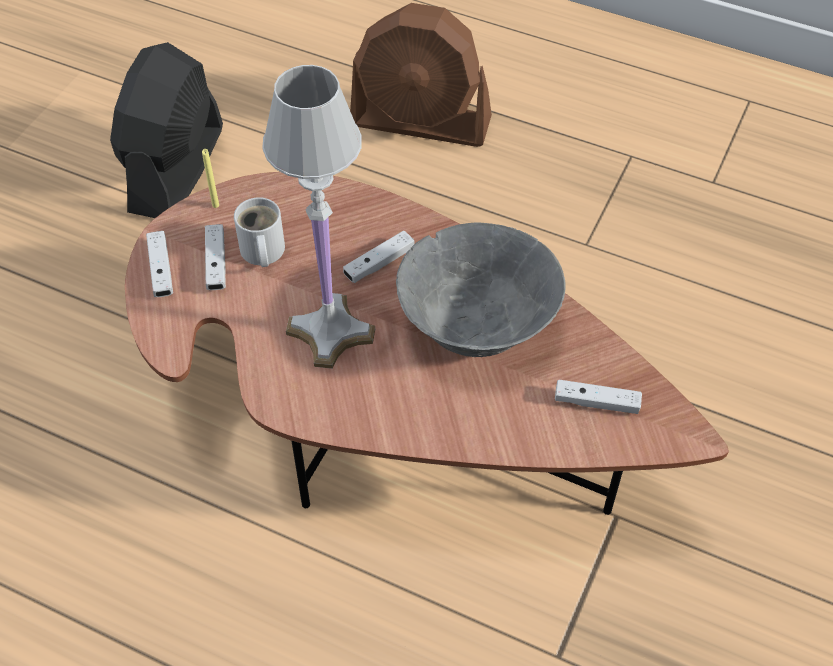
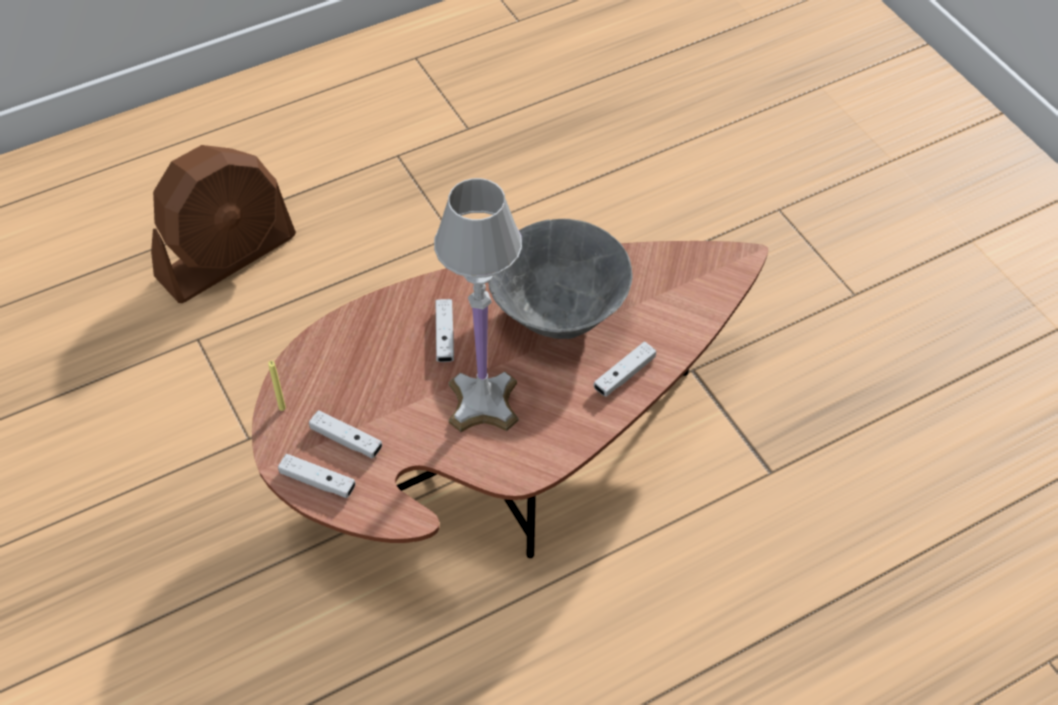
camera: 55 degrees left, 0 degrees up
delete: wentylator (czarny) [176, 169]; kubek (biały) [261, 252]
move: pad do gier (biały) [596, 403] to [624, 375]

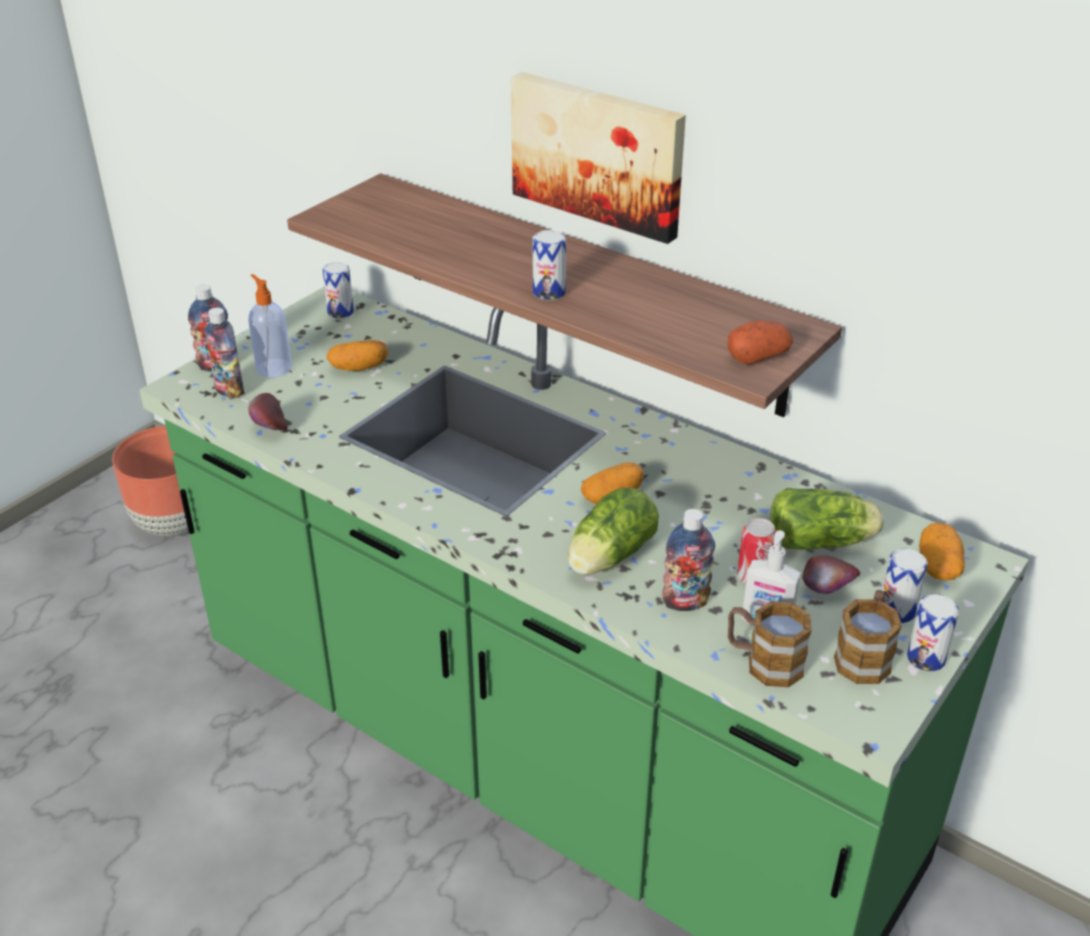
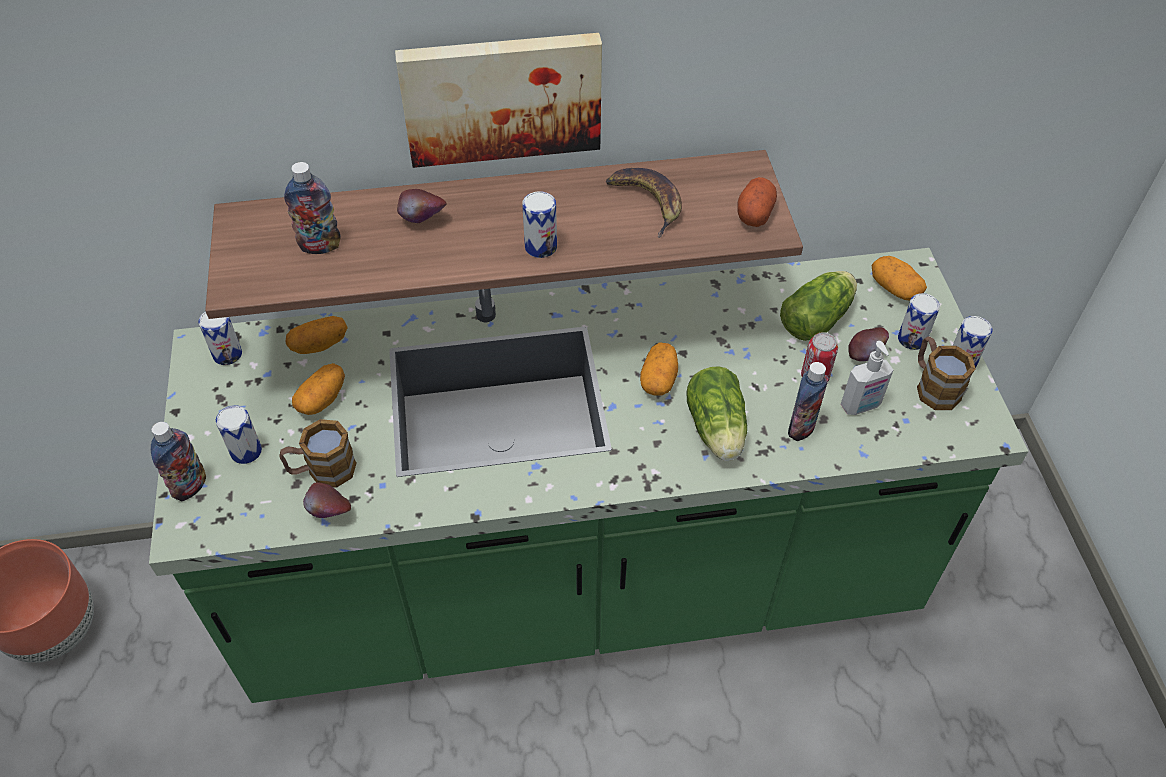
camera: 45 degrees left, 15 degrees up
insert: ziemniak [319, 344]; jabłko [423, 221]; banan [647, 202]
move: kubek [763, 662] to [322, 471]; butelka [229, 390] to [320, 246]
replace: dozownik mydła [273, 367] to puszka [246, 451]

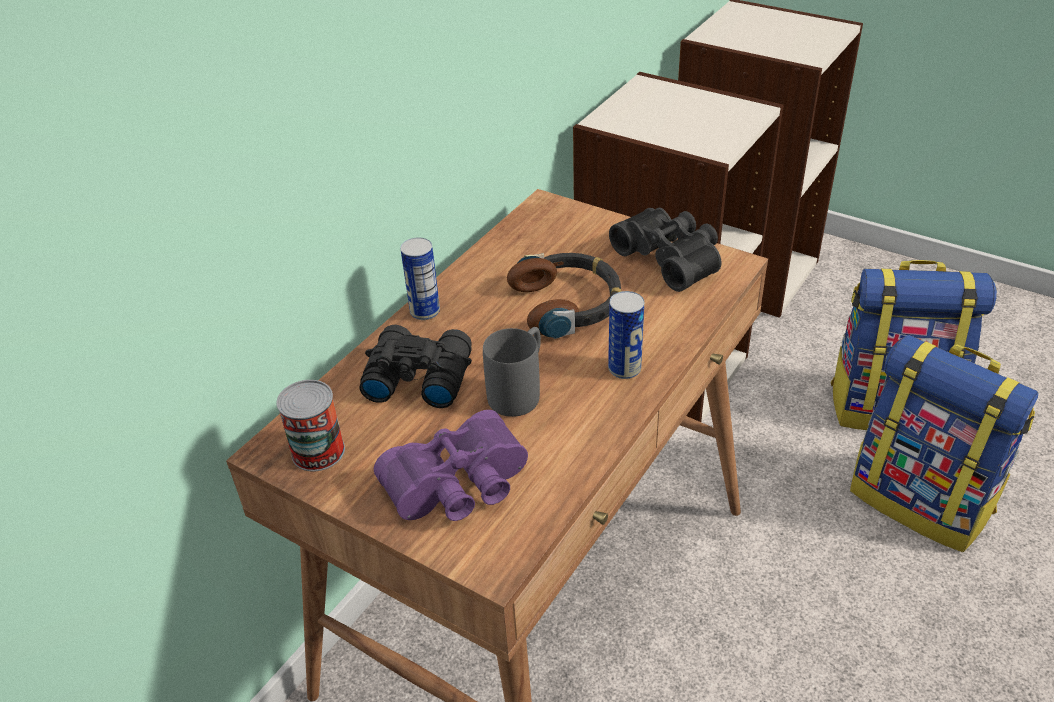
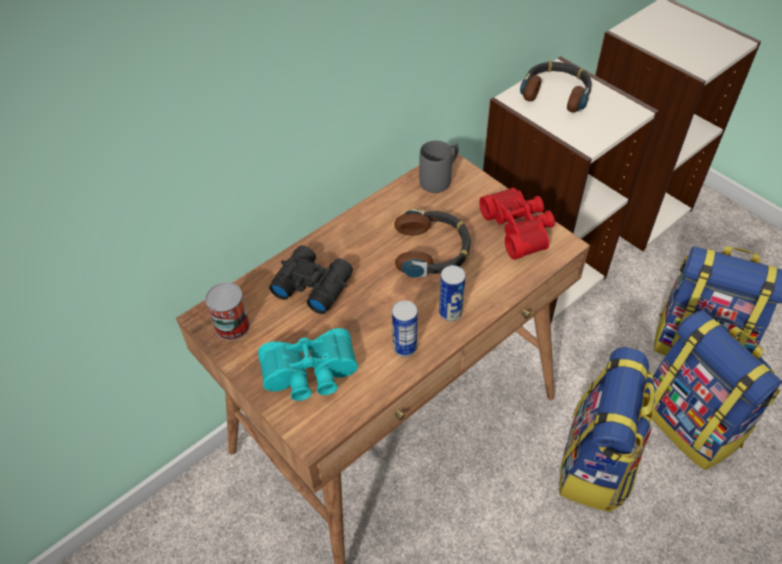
camera: 15 degrees right, 10 degrees up
insert: słuchawki [556, 93]; plecak [596, 465]
move: puszka [425, 311] to [404, 347]; kubek (szary) [520, 391] to [440, 178]
recolor: lornetka (fioletowy) [459, 487] to lornetka (turkusowy) [310, 375]; lornetka (czarny) [671, 258] to lornetka (czerwony) [519, 228]

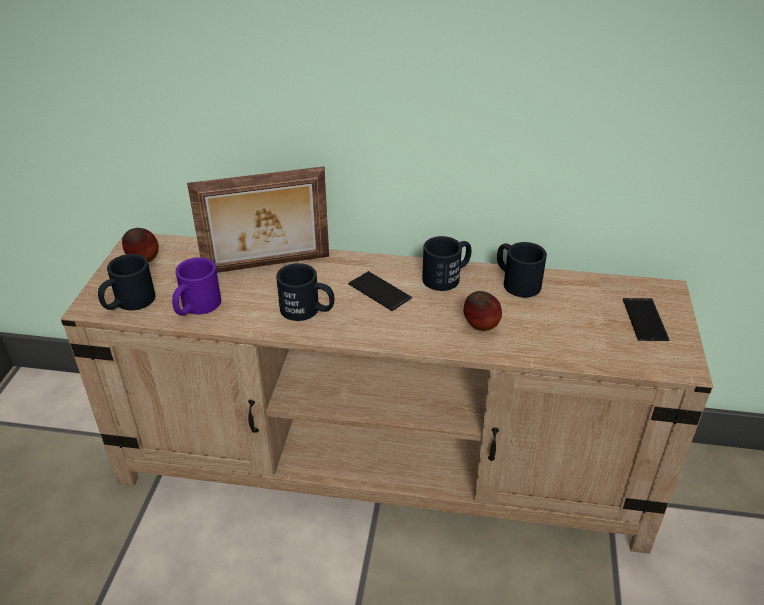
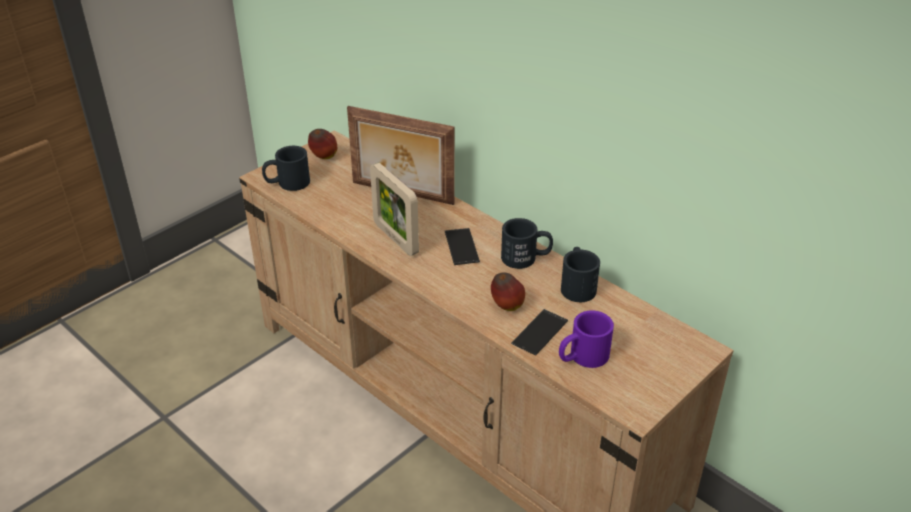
camera: 35 degrees right, 0 degrees up
move: telefon [645, 319] to [539, 332]; kubek (fioletowy) [196, 307] to [582, 357]
replace: kubek (czarny) [307, 310] to ramka na zdjęcie [395, 238]

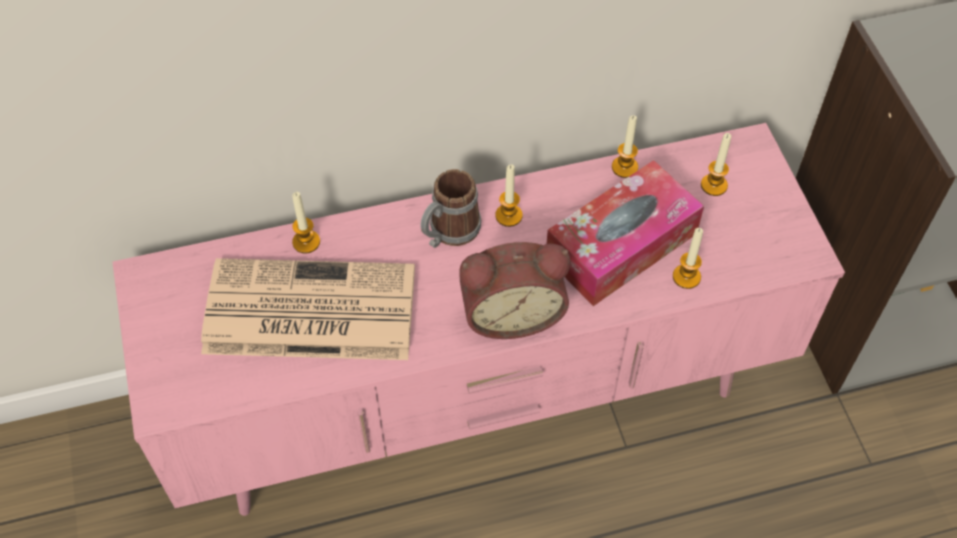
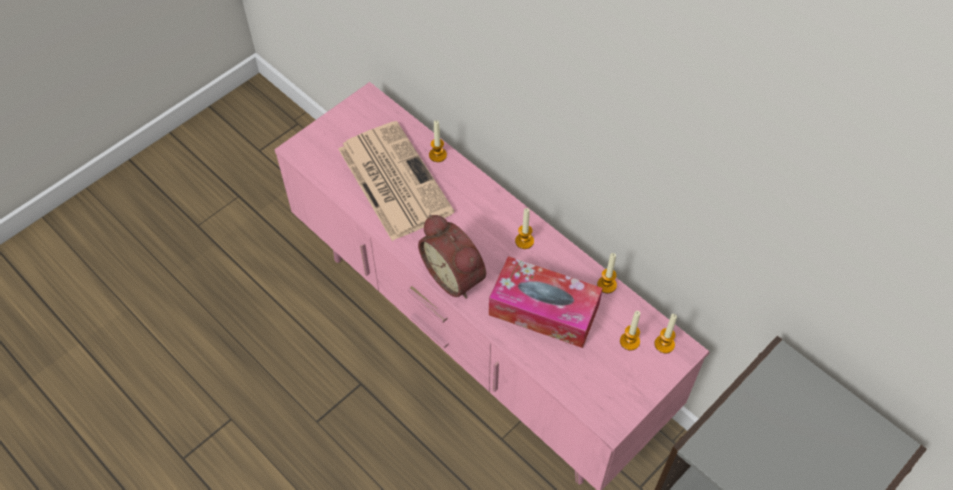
camera: 60 degrees right, 0 degrees up
delete: kubek [448, 233]
move: świeca [686, 277] to [664, 344]

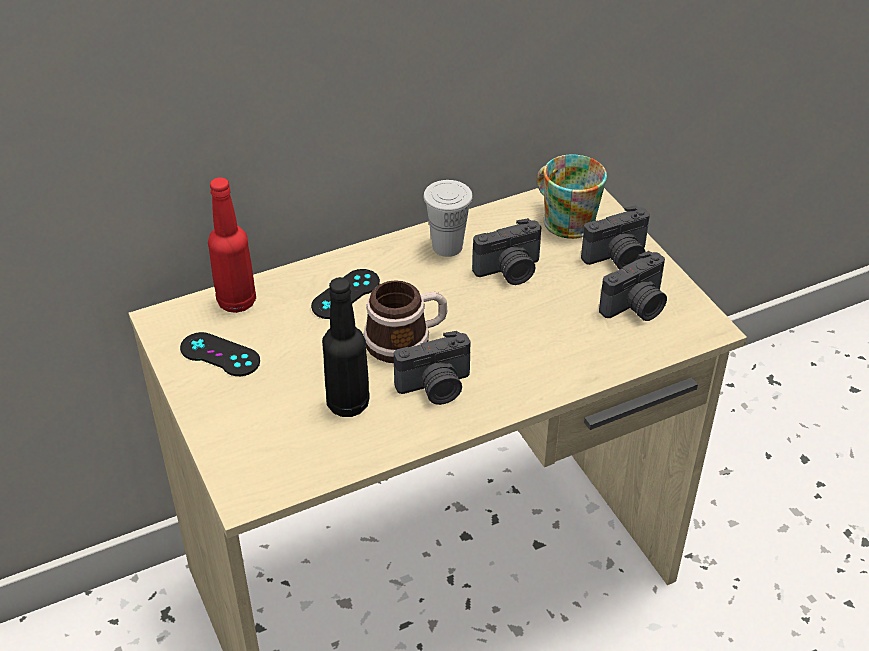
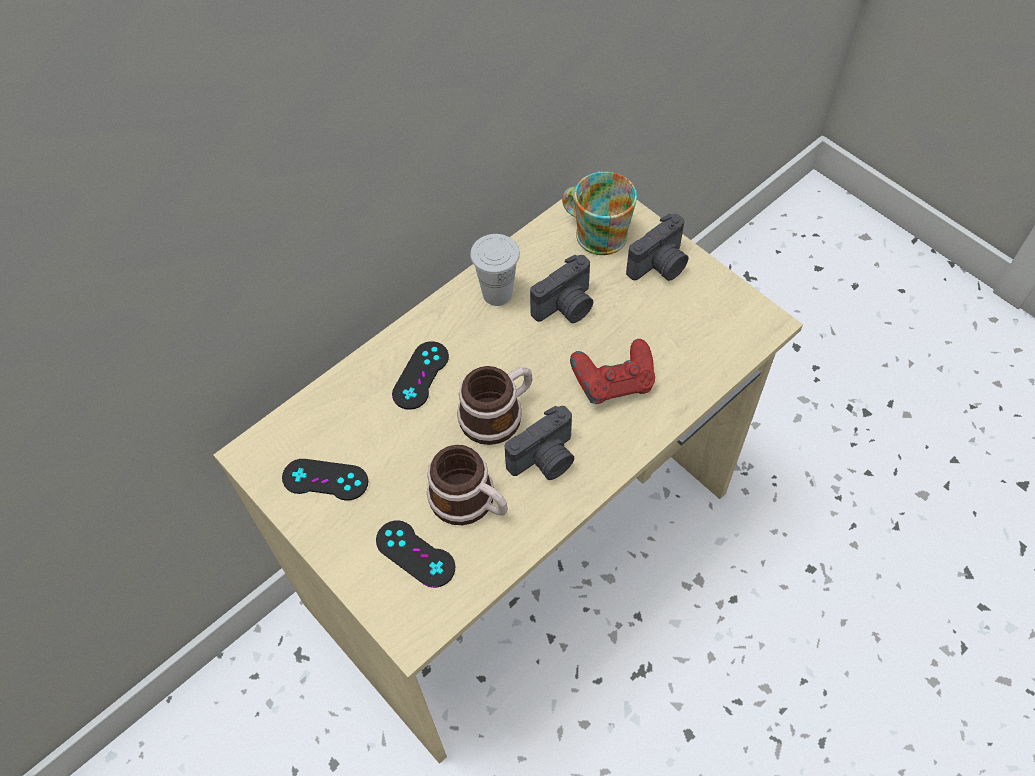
camera: 15 degrees left, 15 degrees up
delete: butelka (czerwony) [237, 301]; aparat fotograficzny [636, 307]
insert: pad do gier (czarny) [415, 554]; pad do gier (czerwony) [613, 383]
replace: butelka (czarny) [348, 404] to kubek [470, 501]

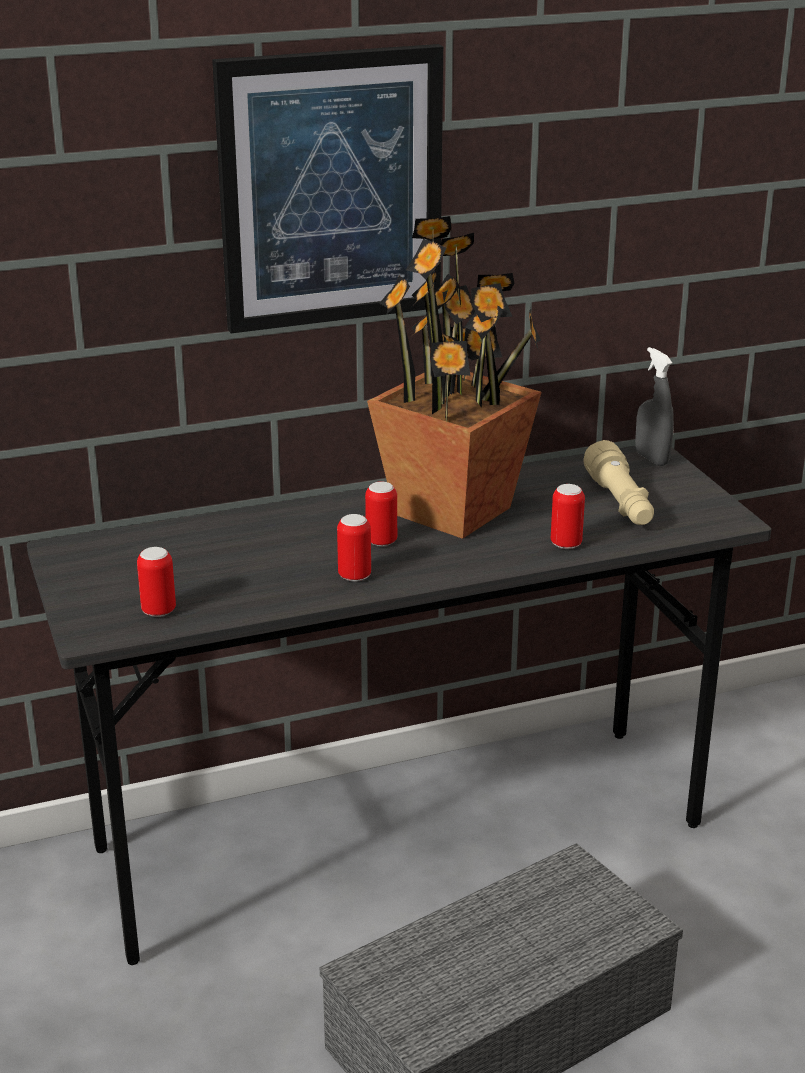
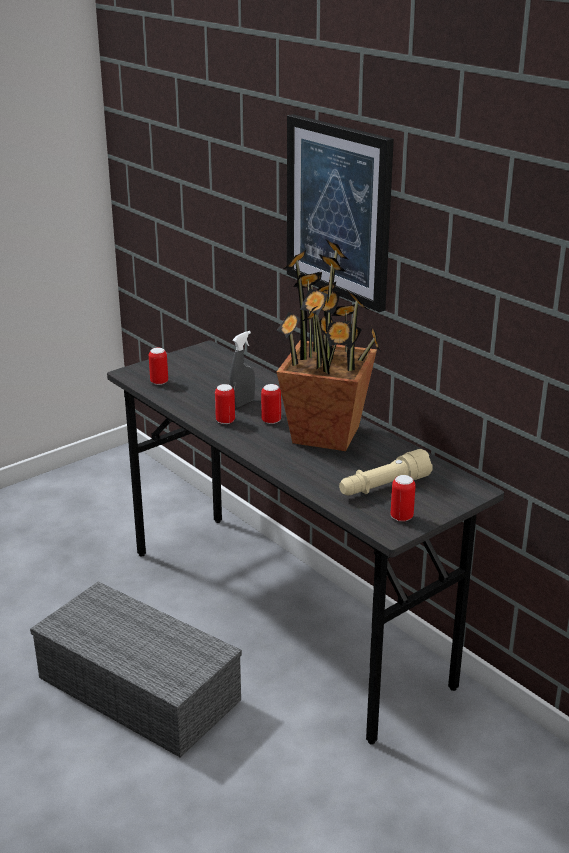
camera: 70 degrees right, 0 degrees up
move: spryskiwacz (szary) [651, 458] to [242, 403]; puszka [566, 544] to [401, 517]

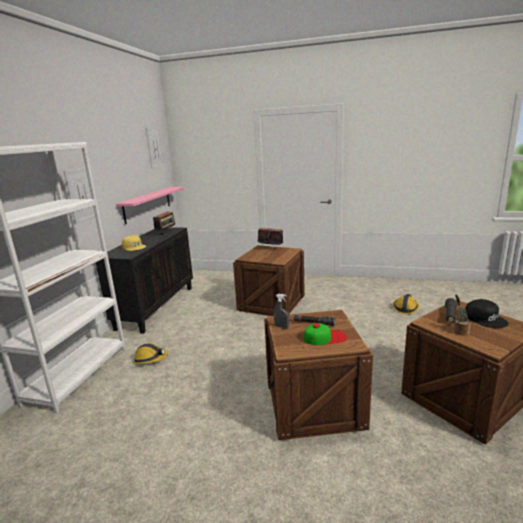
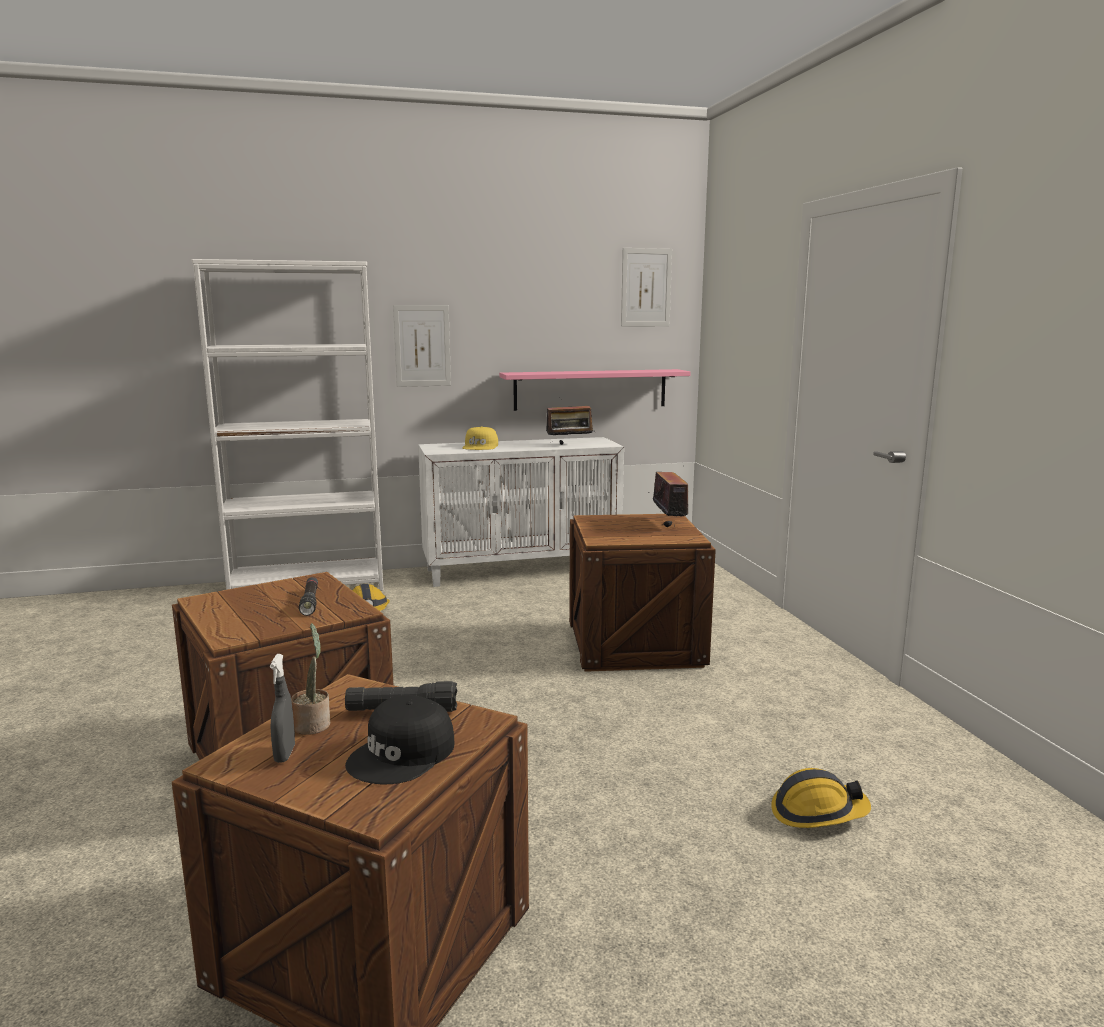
camera: 60 degrees right, 5 degrees down
delete: czapka z daszkiem [325, 337]
move: spryskiwacz (szary) [281, 327] to [284, 754]
recolor: szafka (czarny) [156, 307] to szafka (biały) [522, 570]

